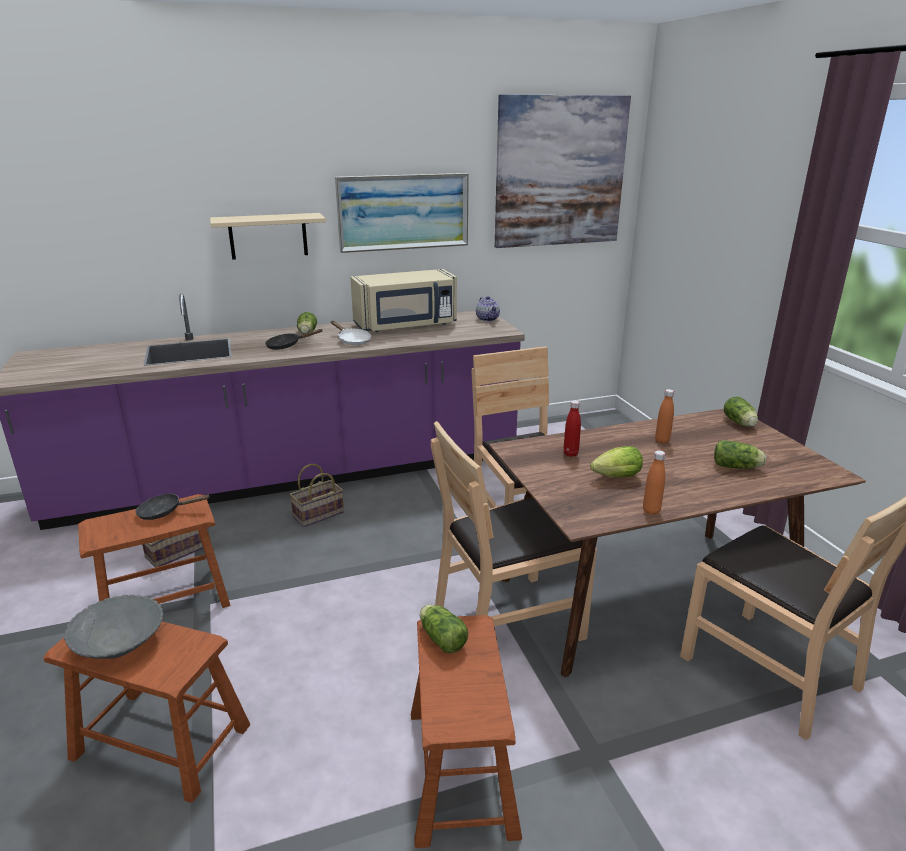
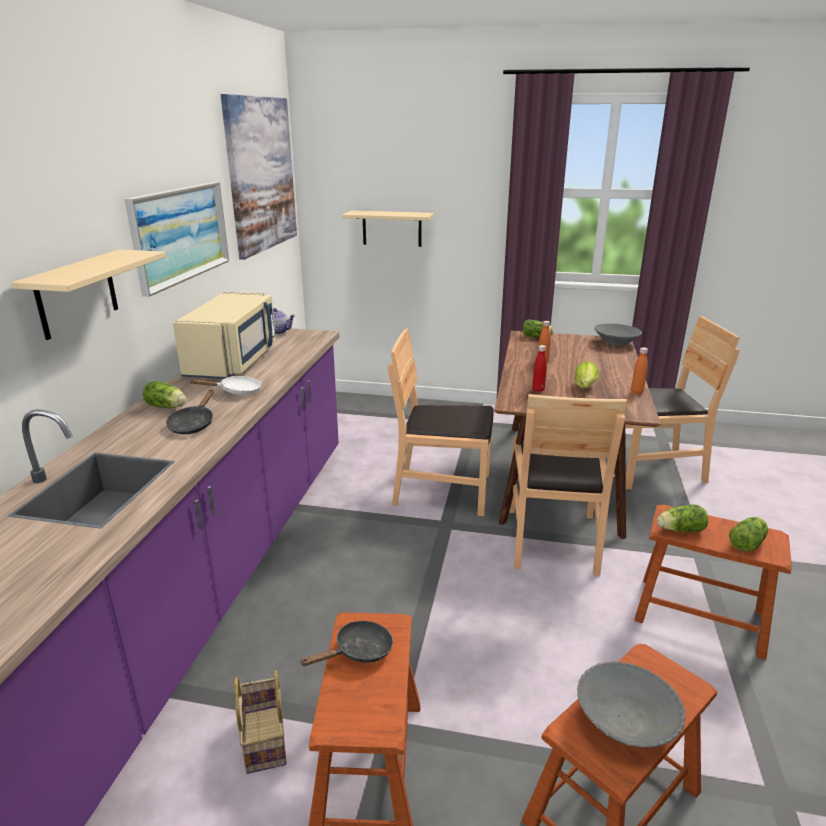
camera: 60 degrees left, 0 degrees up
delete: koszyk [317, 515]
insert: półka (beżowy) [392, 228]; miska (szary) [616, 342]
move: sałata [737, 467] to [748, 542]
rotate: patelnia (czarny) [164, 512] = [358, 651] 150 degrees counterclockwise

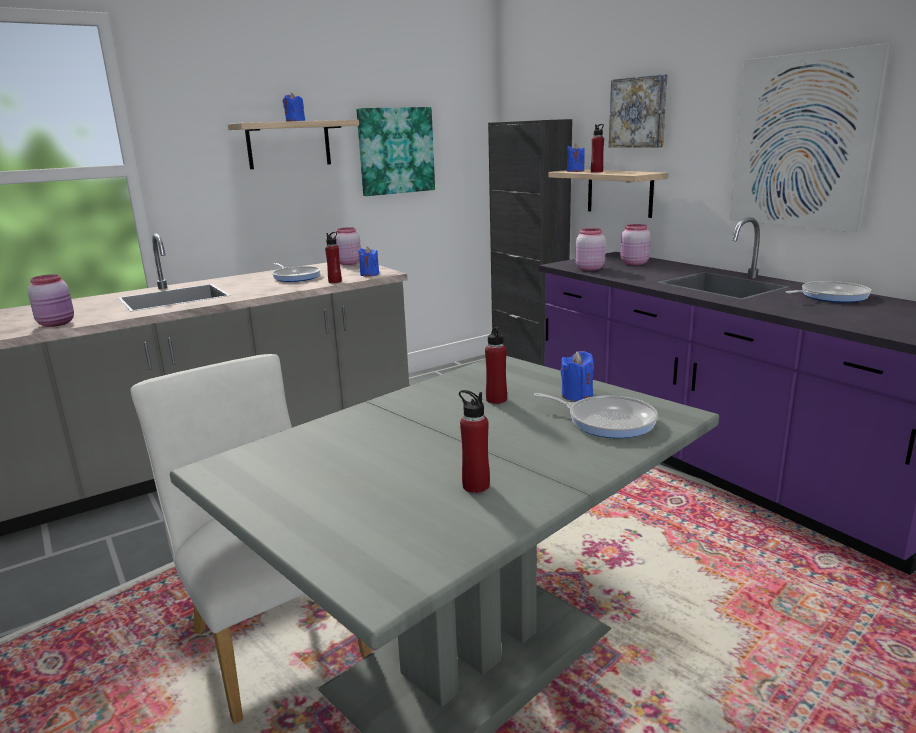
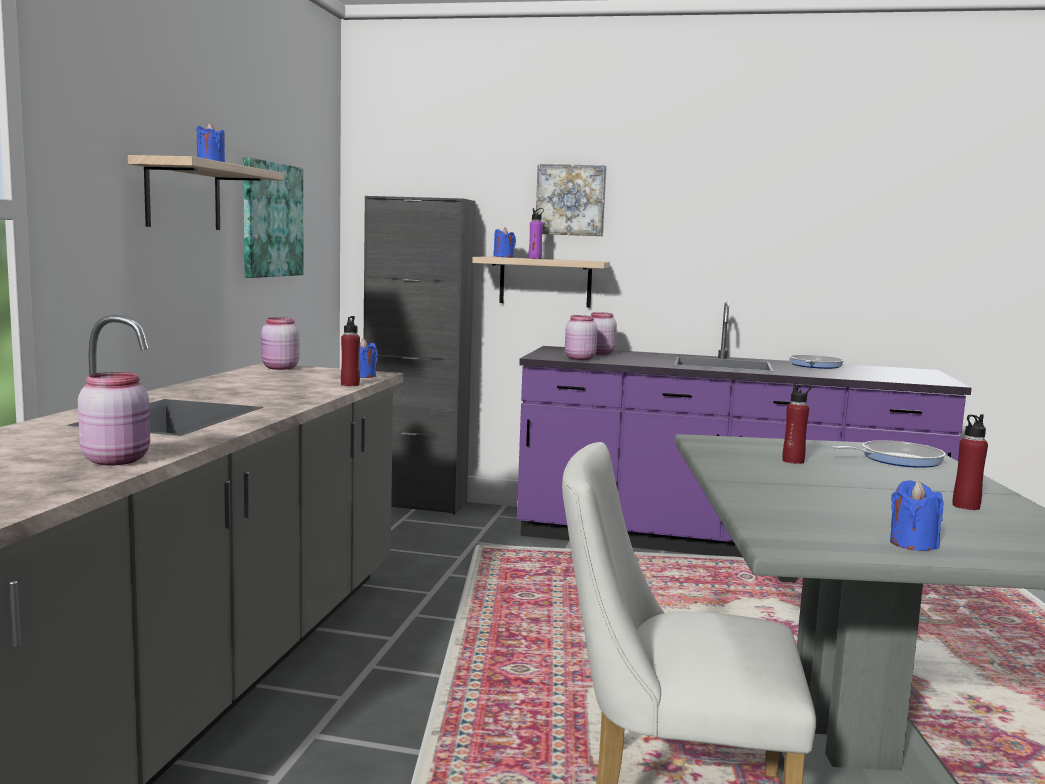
camera: 45 degrees left, 10 degrees down
delete: patelnia [295, 277]; obraz [801, 142]
move: świeca (niebieski) [577, 395] to [912, 544]
recolor: butelka (czerwony) [596, 172] to butelka (fioletowy) [535, 258]

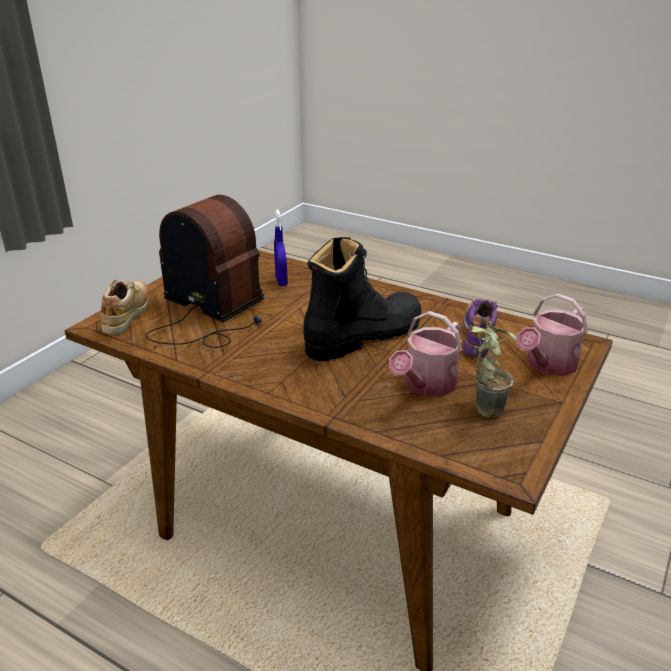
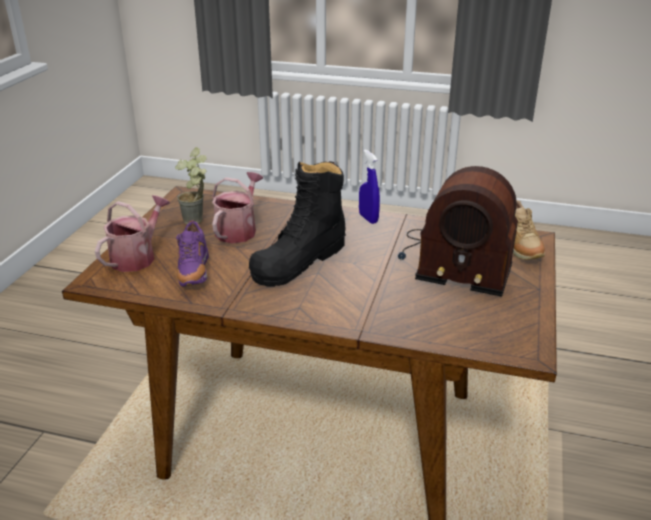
camera: 165 degrees right, 0 degrees up
move: spryskiwacz (niebieski) [281, 281] to [368, 218]

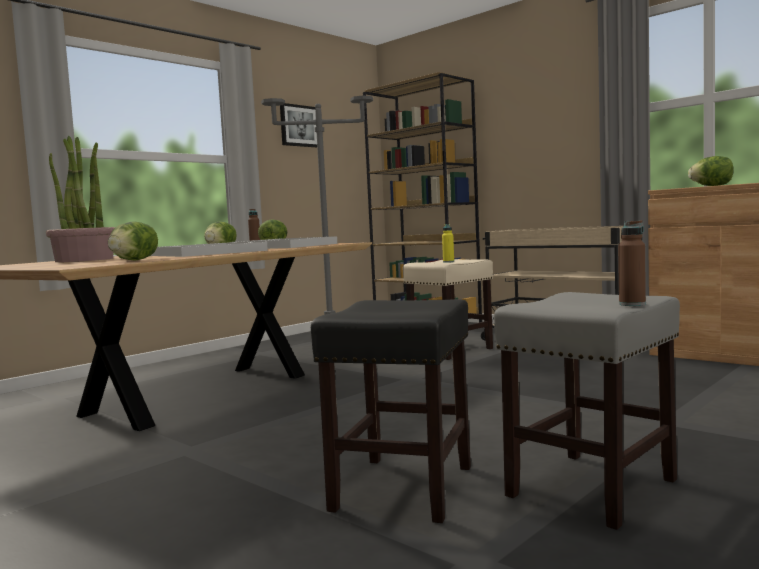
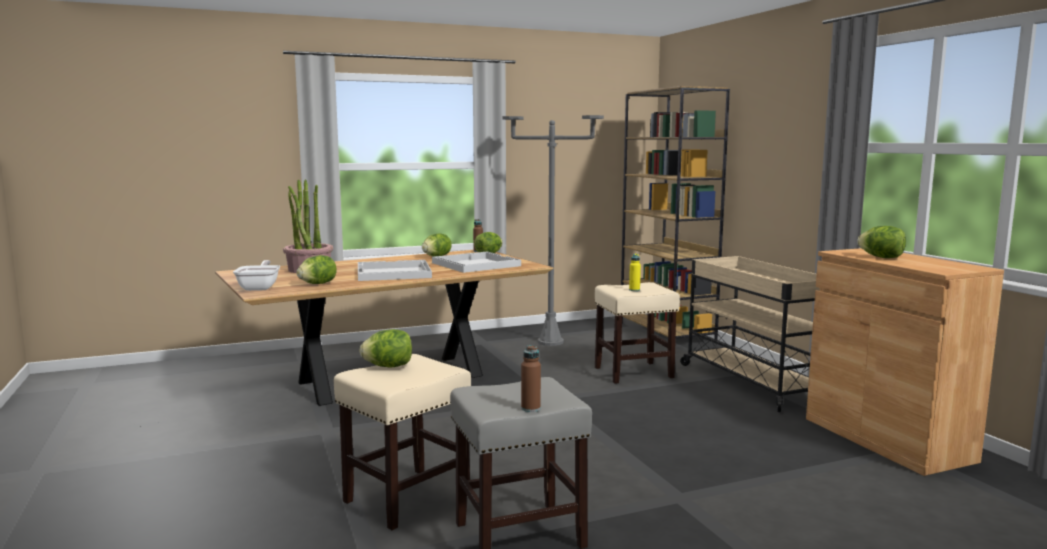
camera: 25 degrees right, 5 degrees up
delete: obraz [299, 126]
insert: patelnia [260, 287]; sałata [388, 366]
recolor: stołek (czarny) [403, 488] to stołek (beżowy) [406, 498]

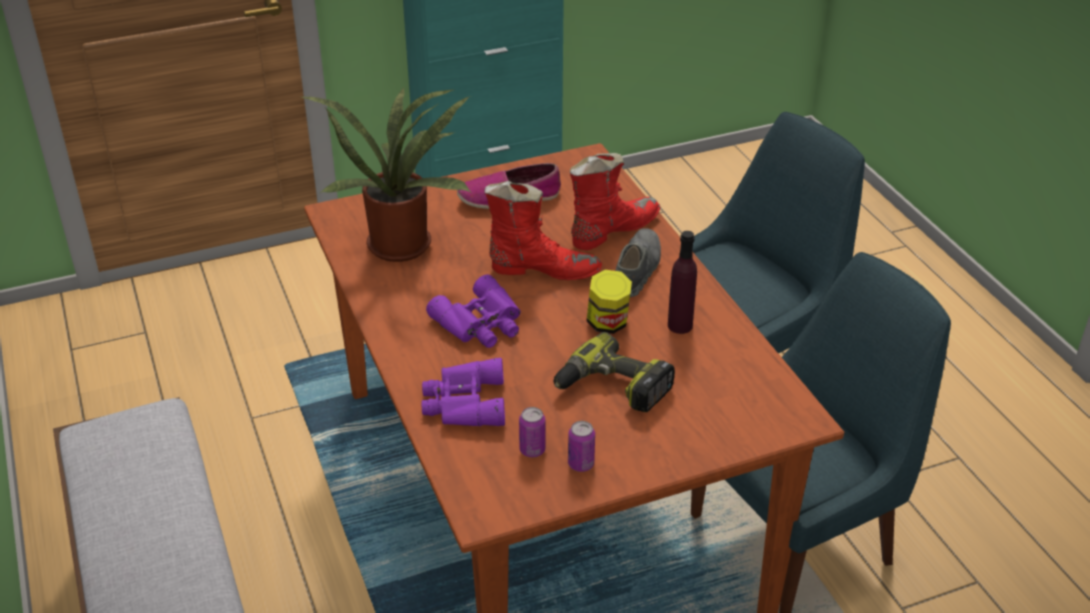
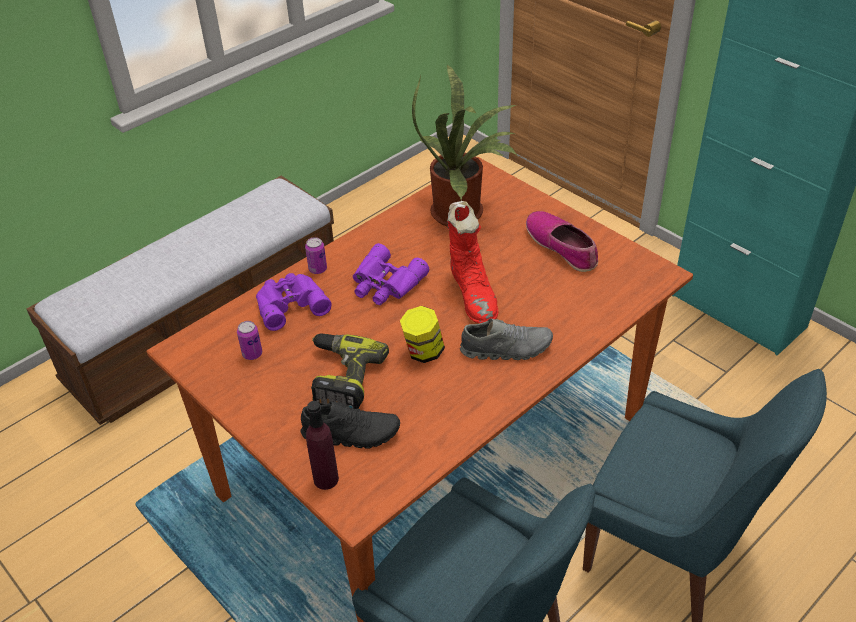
camera: 70 degrees right, 5 degrees up
delete: but z cholewką (czerwony) [612, 230]
insert: but (czarny) [351, 434]
move: puszka [581, 464] to [318, 269]; butelka (fioletowy) [680, 325] to [326, 479]

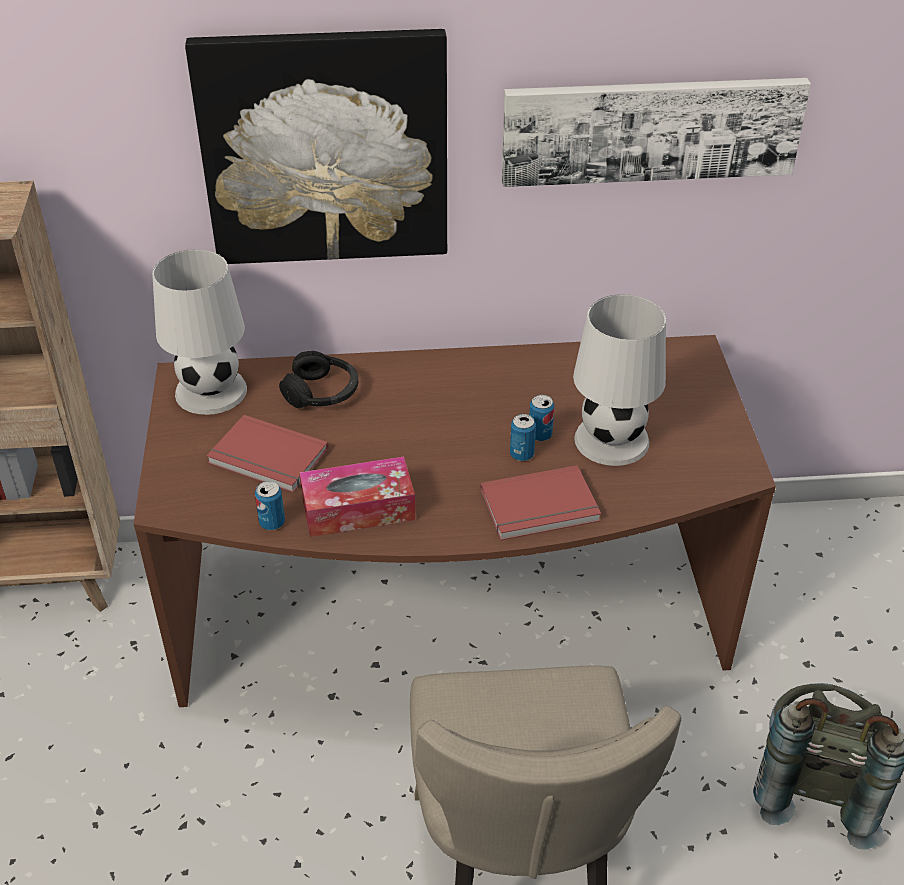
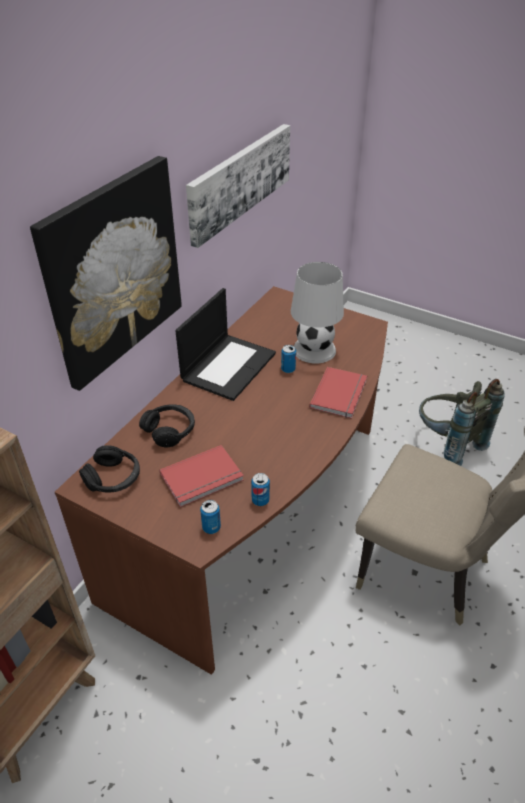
camera: 55 degrees left, 0 degrees up
delete: pudełko chusteczek [358, 509]
insert: laptop [228, 366]
move: puszka [521, 454] to [211, 527]
replace: lampa stołowa (biały) [210, 392] to słuchawki (czarny) [113, 478]

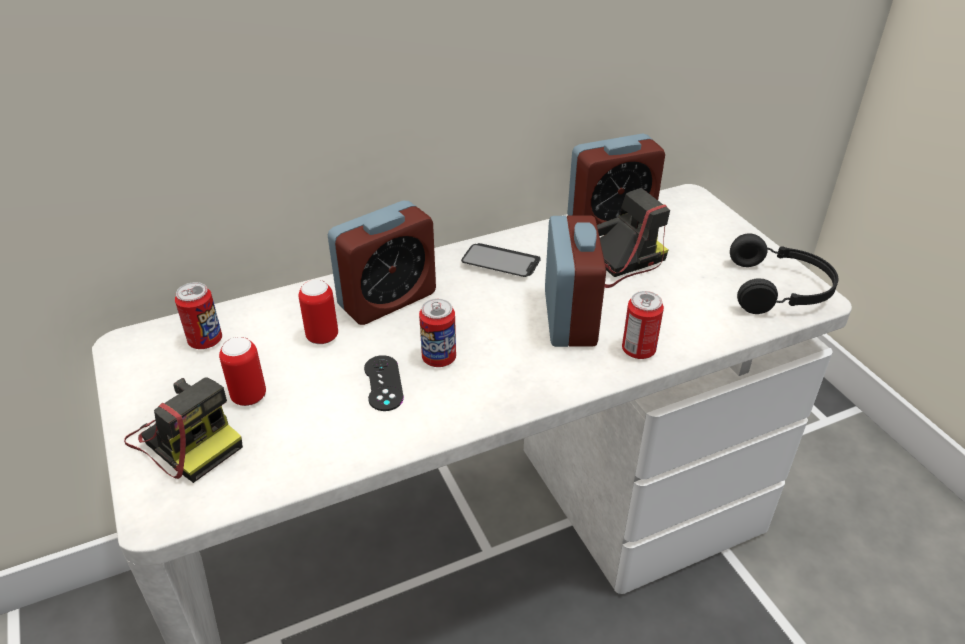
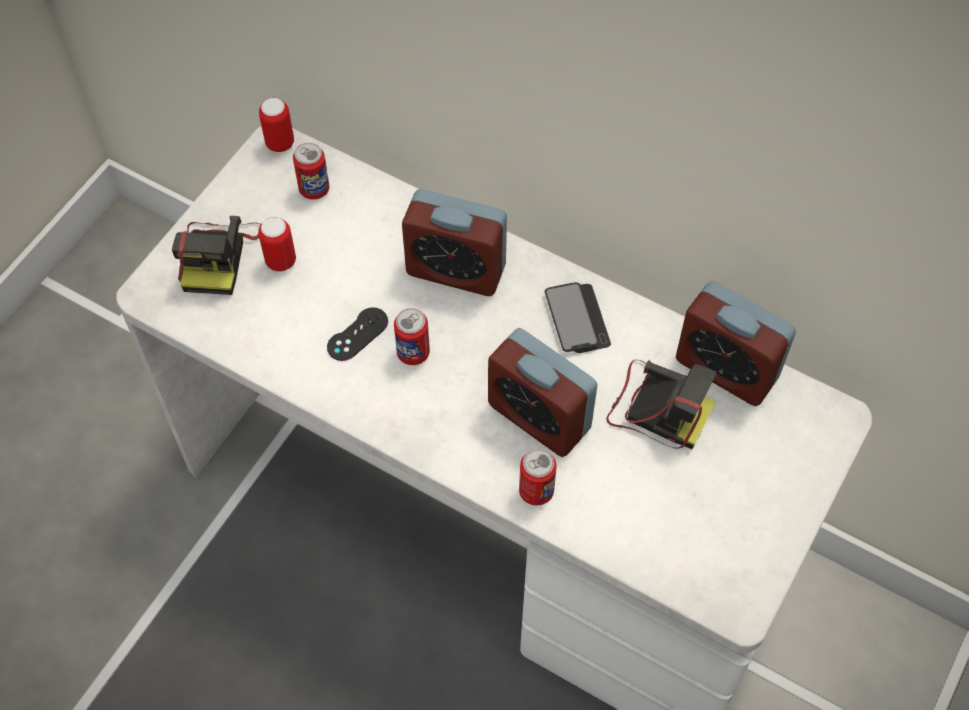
camera: 55 degrees right, 20 degrees up
delete: słuchawki (czarny) [780, 289]
move: puszka [322, 337] to [280, 143]
rotate: budzik [569, 318] = [539, 416] 75 degrees clockwise

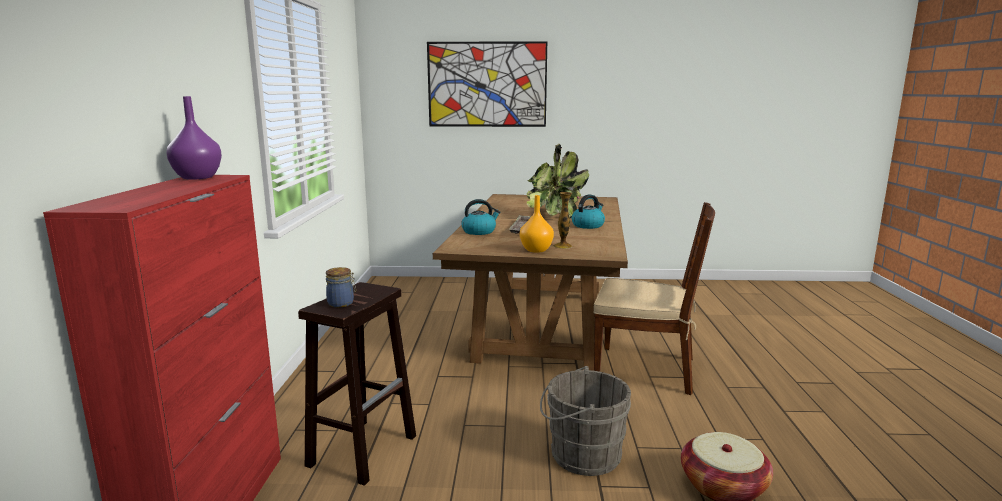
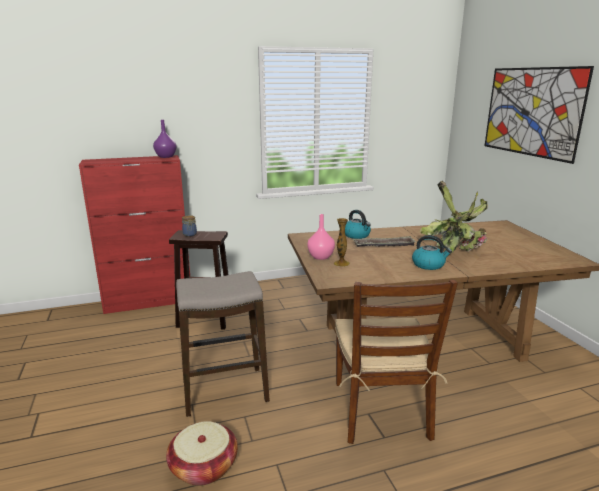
camera: 70 degrees right, 5 degrees up
replace: wiadro (szary) [581, 455] to stołek [225, 391]
recolor: wazon (pomarańczowy) [536, 250] to wazon (różowy) [321, 257]

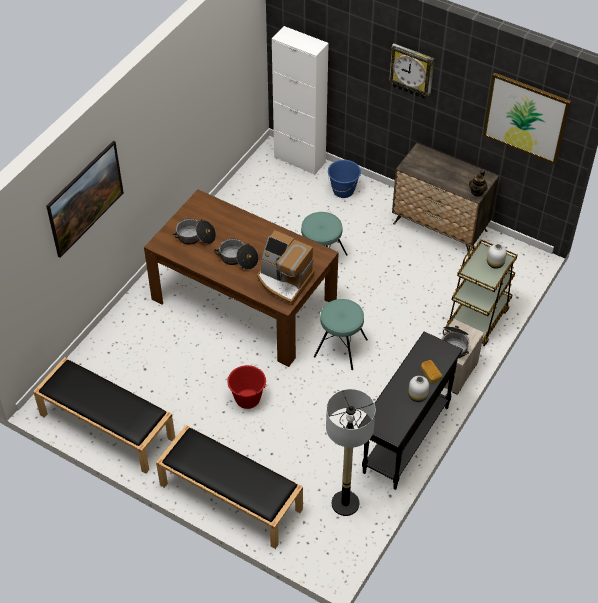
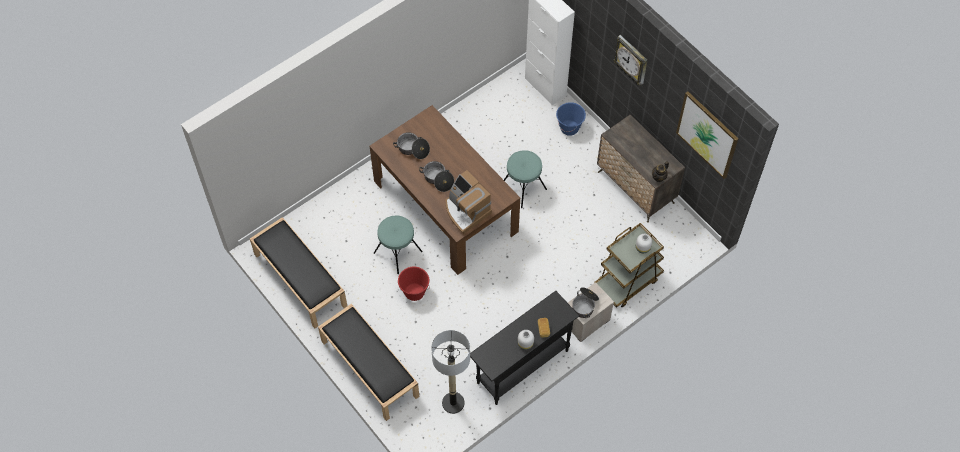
camera: 20 degrees right, 10 degrees up
delete: obraz [88, 211]
move: stołek (turkusowy) [340, 348] to [397, 252]

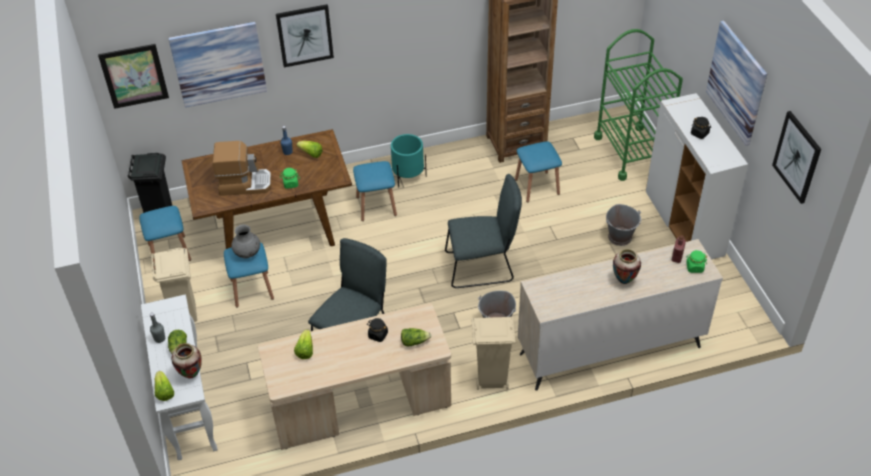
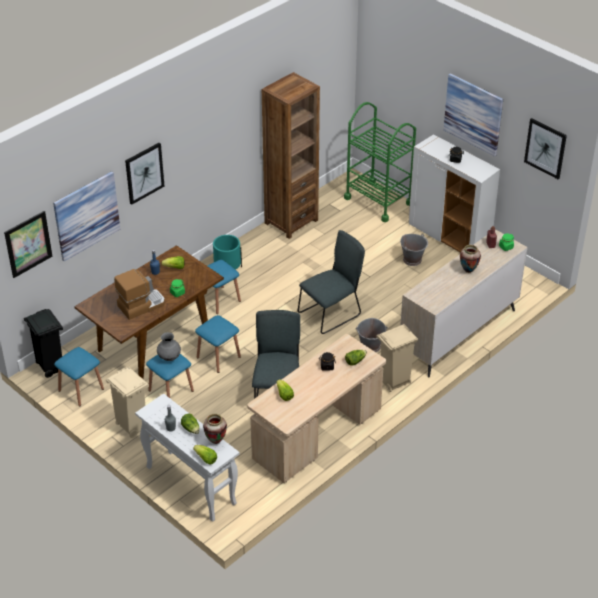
camera: 30 degrees left, 5 degrees down
move: stołek (niebieski) [537, 186] to [218, 357]

